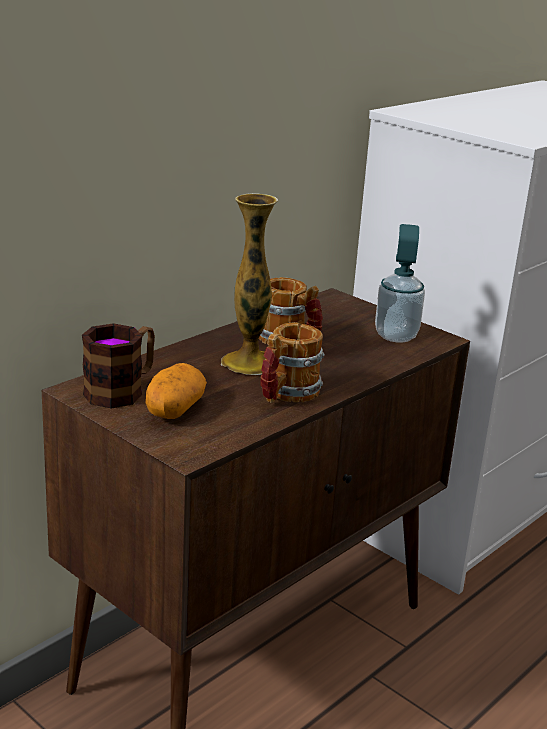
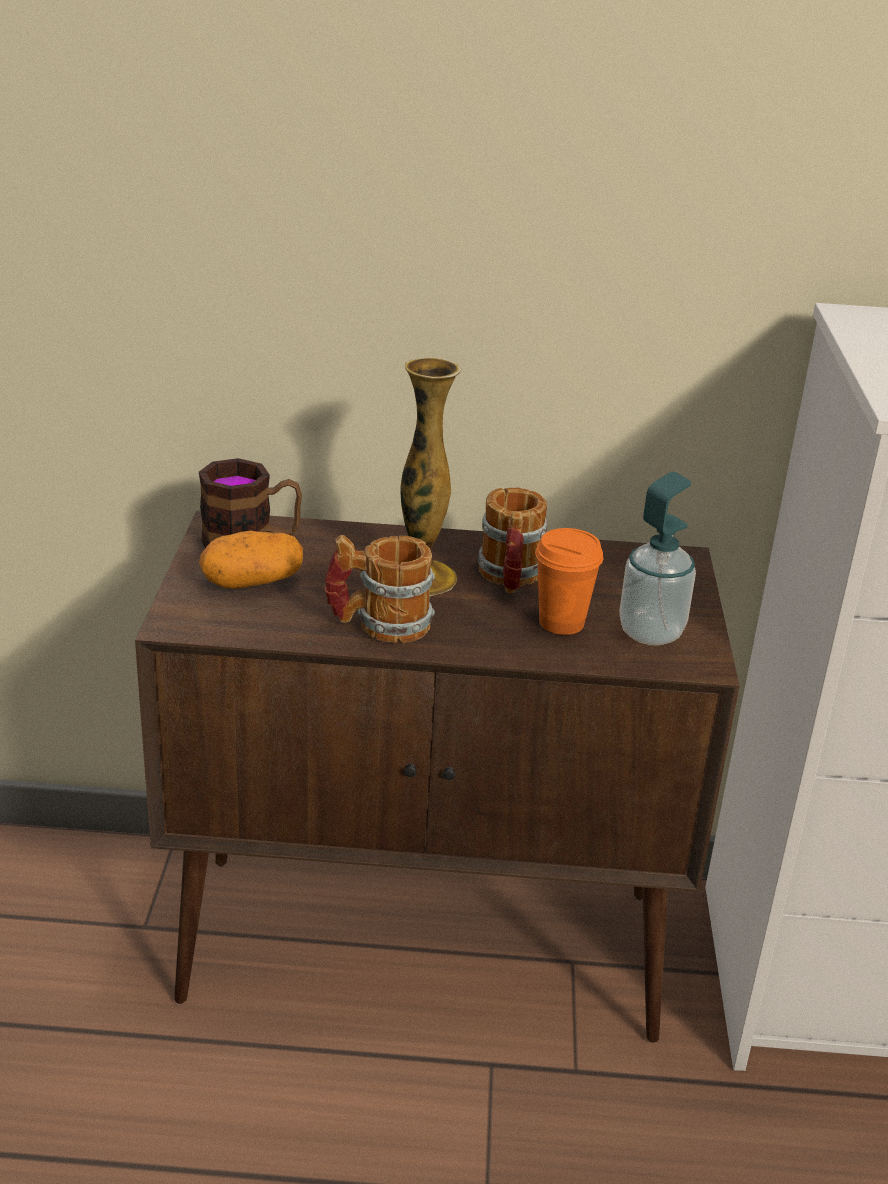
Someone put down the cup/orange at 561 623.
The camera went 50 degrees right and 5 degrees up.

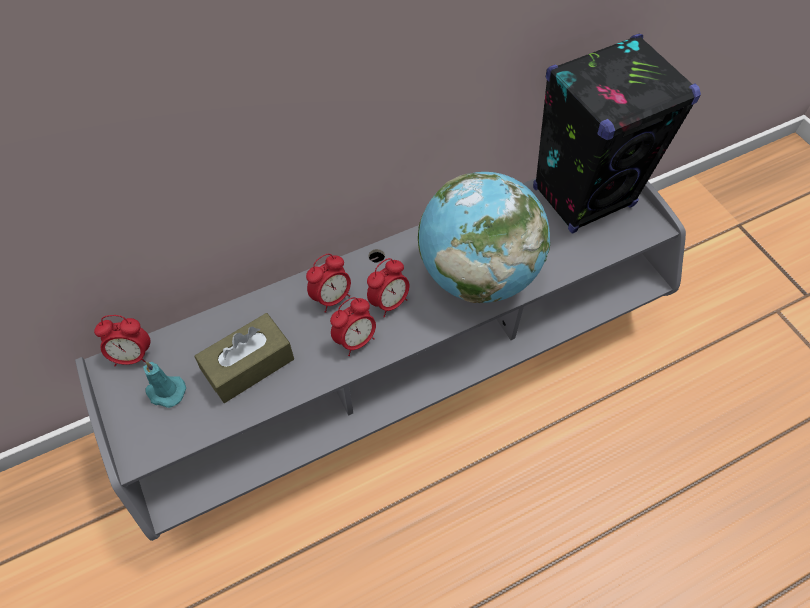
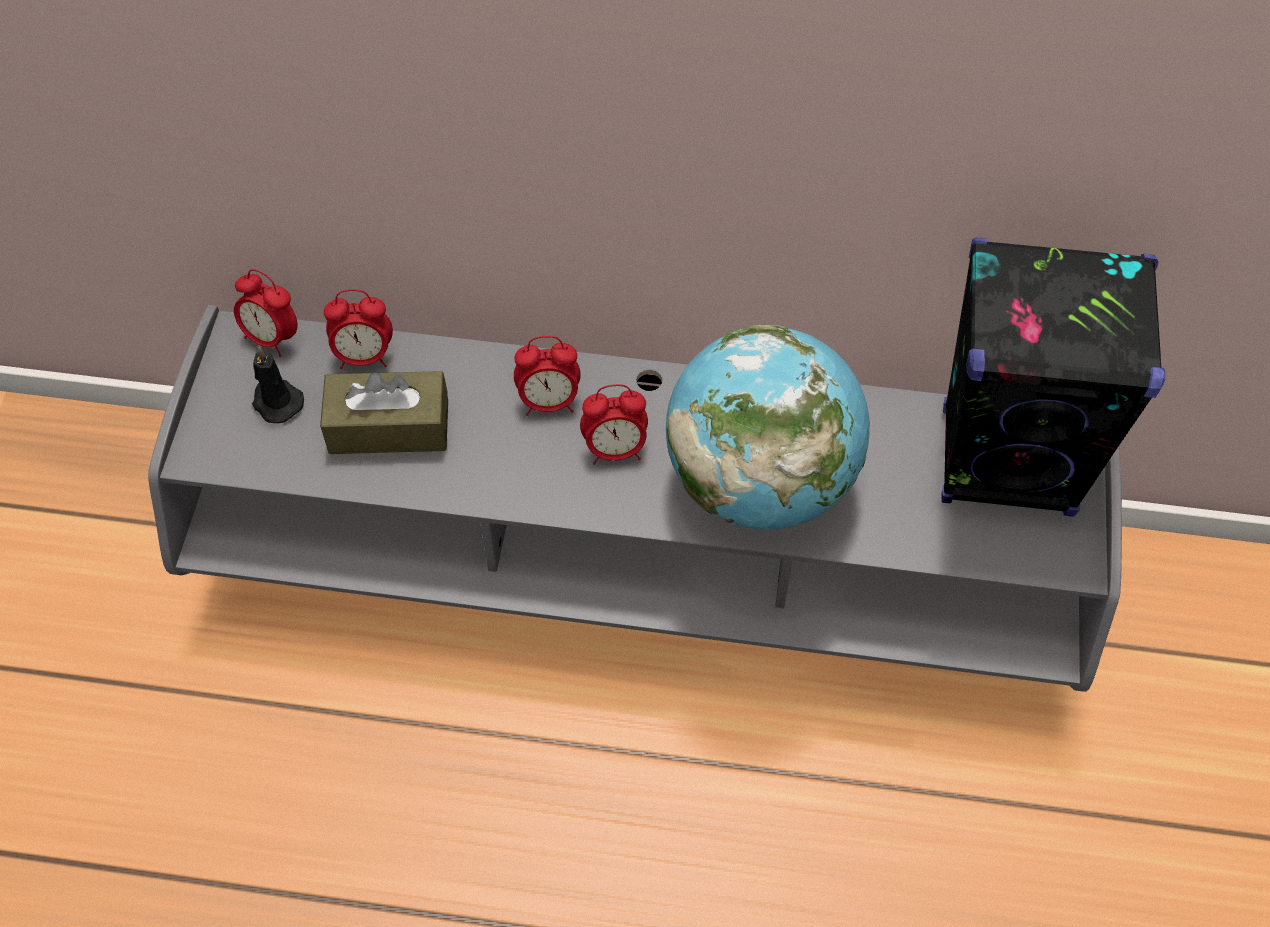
Someone carried the alarm clock from 355 340 to 364 356.
Someone repainted the candle/turquoise at 165 392, which became the candle/black at 276 401.
The camera went 35 degrees right and 0 degrees up.

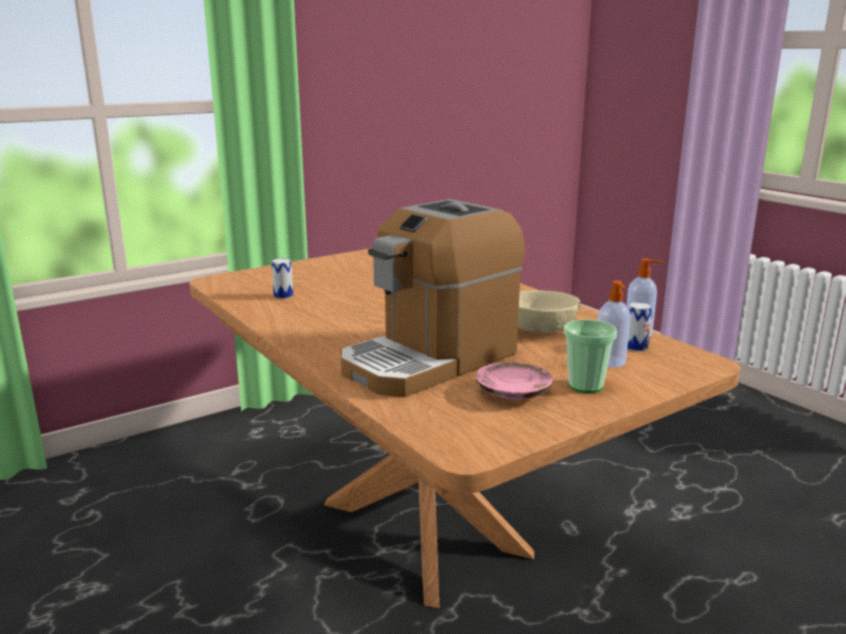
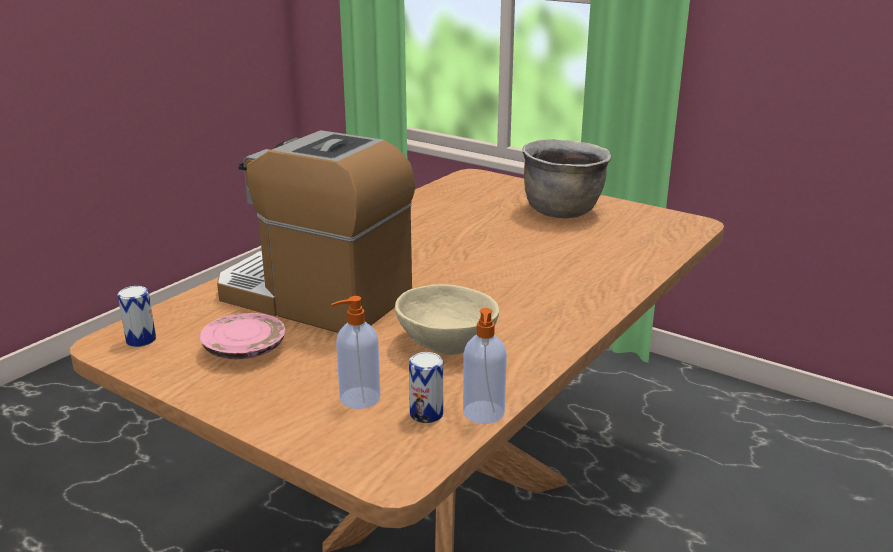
Someone carried the can from 283 295 to 141 340.
Someone took away the cup at 585 385.
Someone put down the cooking pot/brown at 562 211.
The camera went 70 degrees right and 5 degrees up.

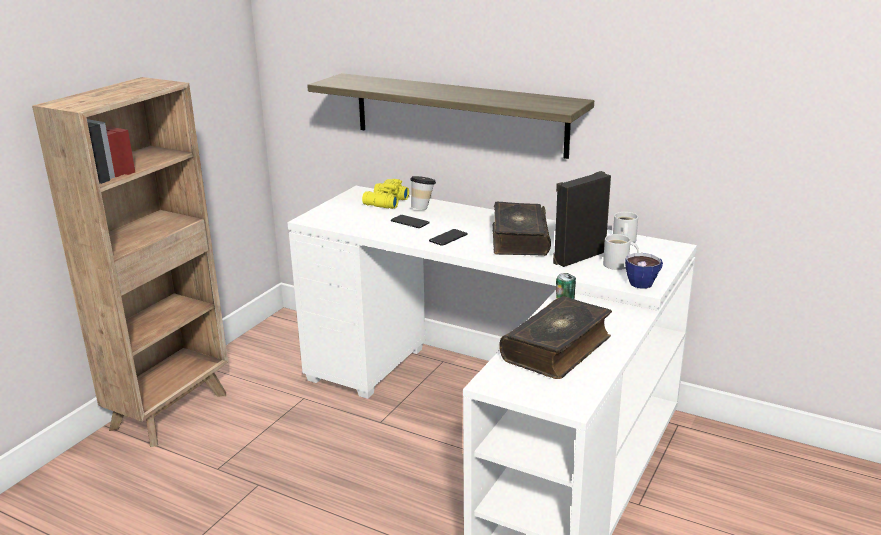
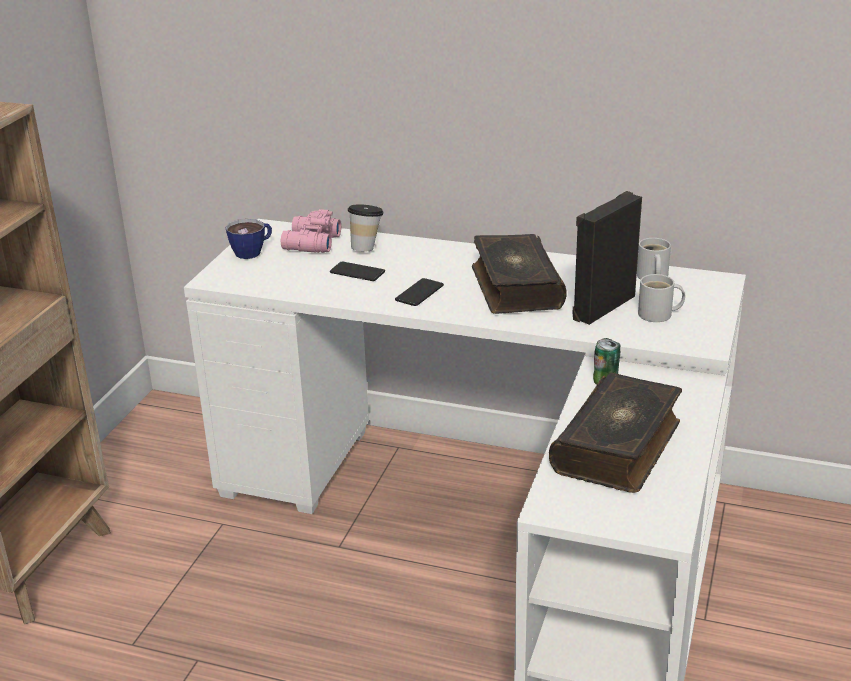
Someone took away the shelf at 458 114.
Someone repainted the binoculars/yellow at 384 202, which became the binoculars/pink at 310 243.
Someone carried the cup from 645 282 to 253 251.
The camera went 10 degrees left and 5 degrees up.

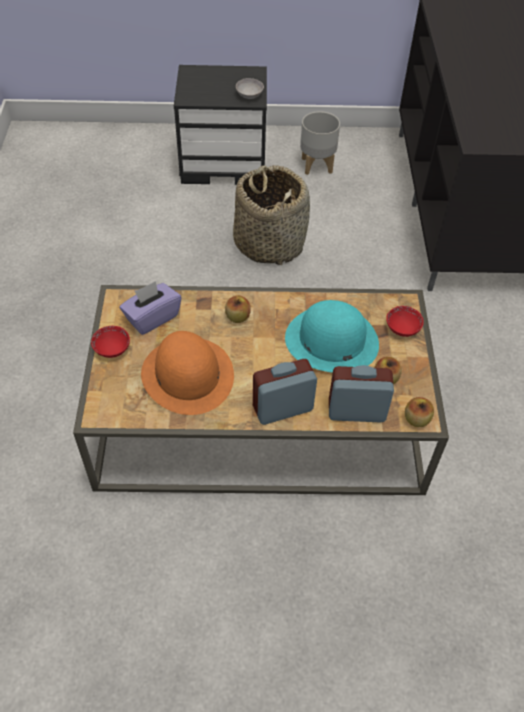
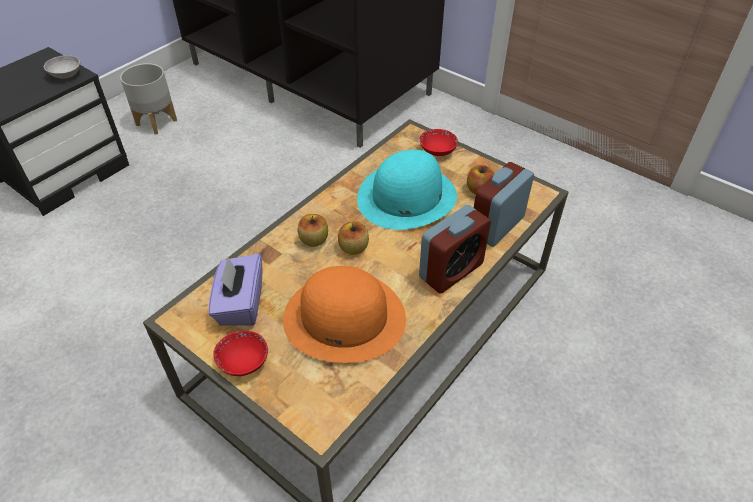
Someone took away the basket at 269 243.
Someone rotated the alarm clock at 282 408 by 150 degrees counterclockwise.
Someone carried the apple from 416 419 to 353 248.
The camera went 50 degrees left and 5 degrees down.

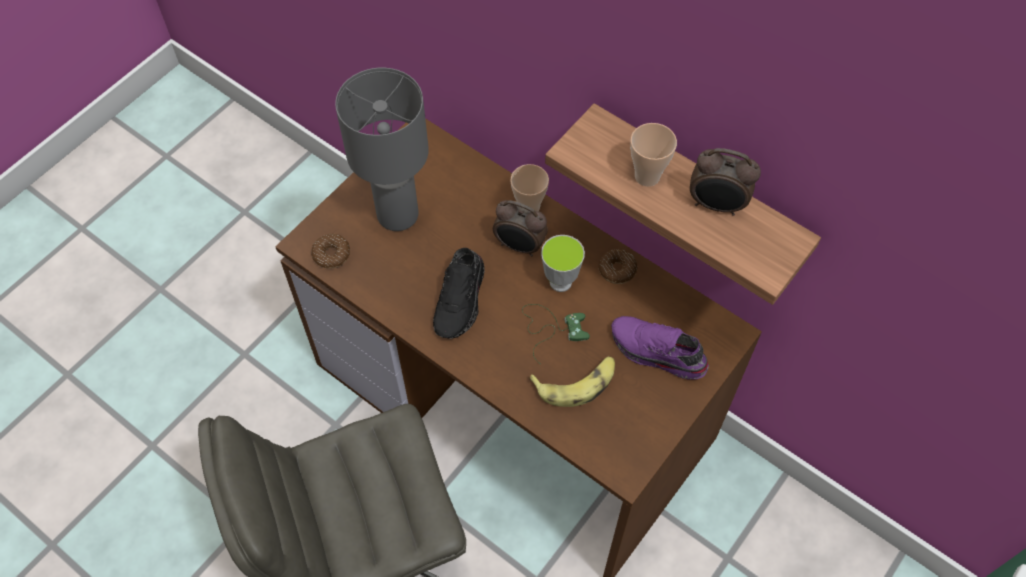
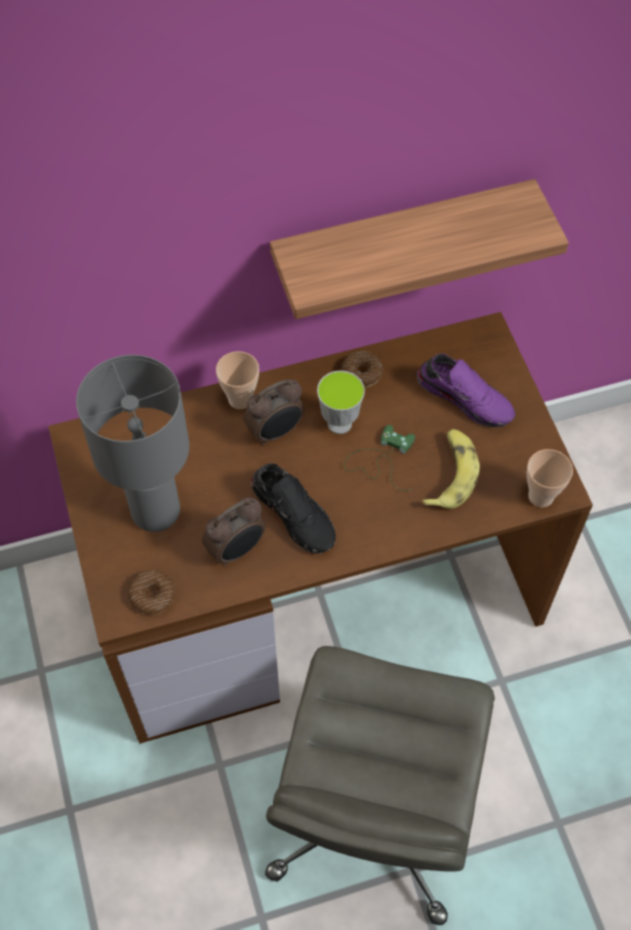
Someone carried the cup from 647 176 to 540 496.
Someone carried the alarm clock from 716 205 to 237 550.
Someone rotated the shoe/purple at 656 353 by 120 degrees counterclockwise.
The camera went 55 degrees left and 0 degrees up.

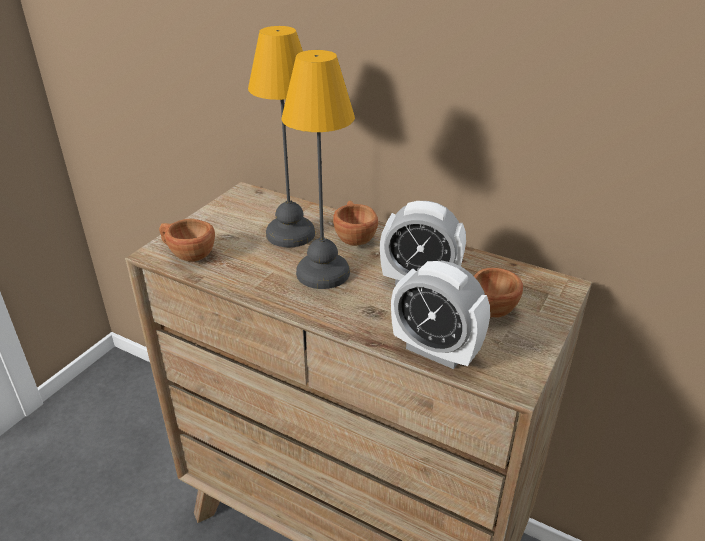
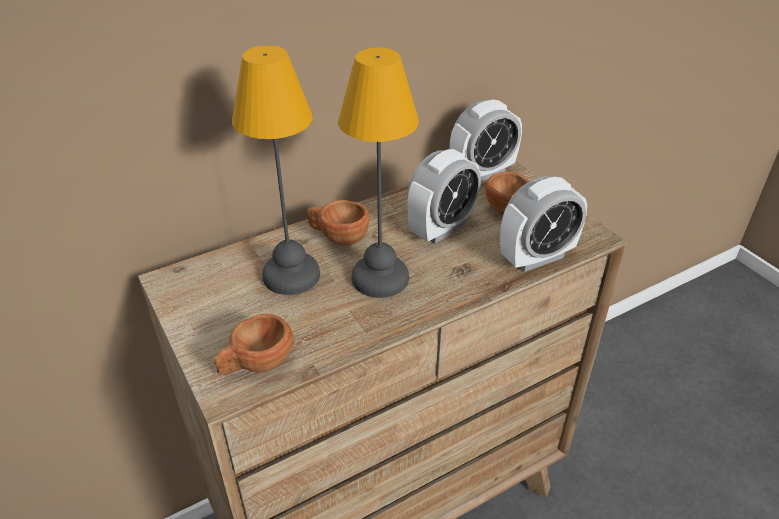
Someone put down the alarm clock at 482 173.
The camera went 60 degrees left and 5 degrees up.

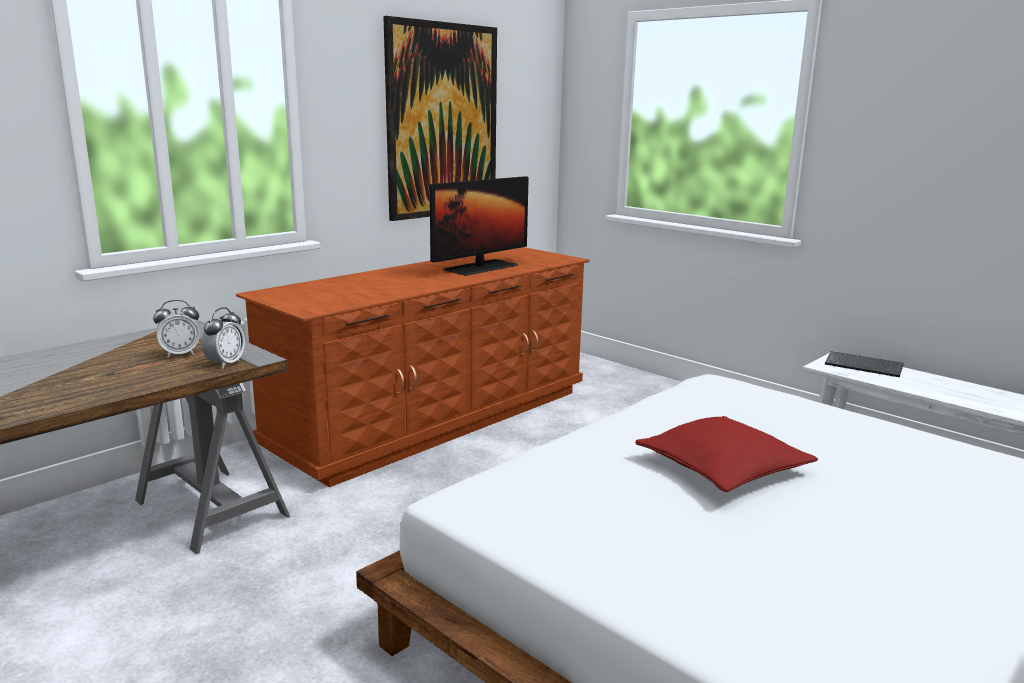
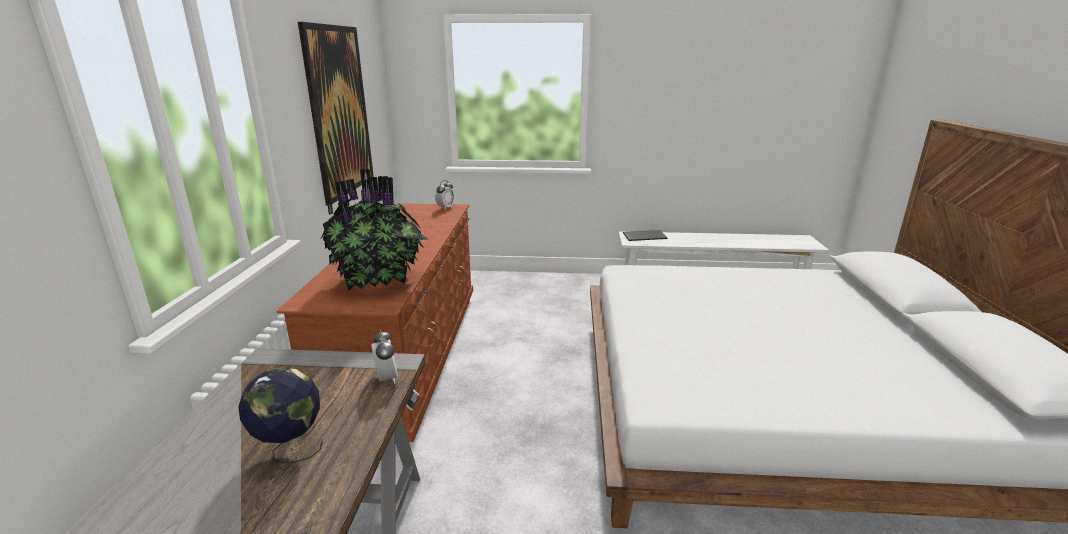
Someone took away the monitor at 481 267.
Someone carried the alarm clock from 180 354 to 445 207.
Someone took away the pillow/red at 722 468.
Someone put down the potted plant at 380 281.
Someone put down the globe at 290 450.
The camera went 40 degrees left and 5 degrees up.

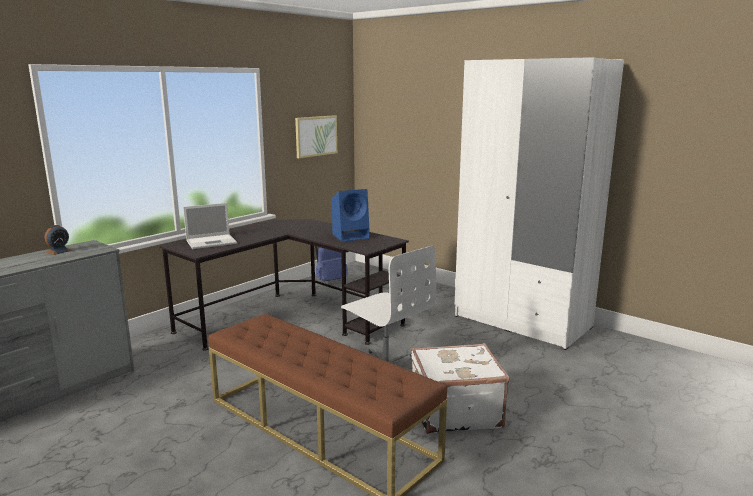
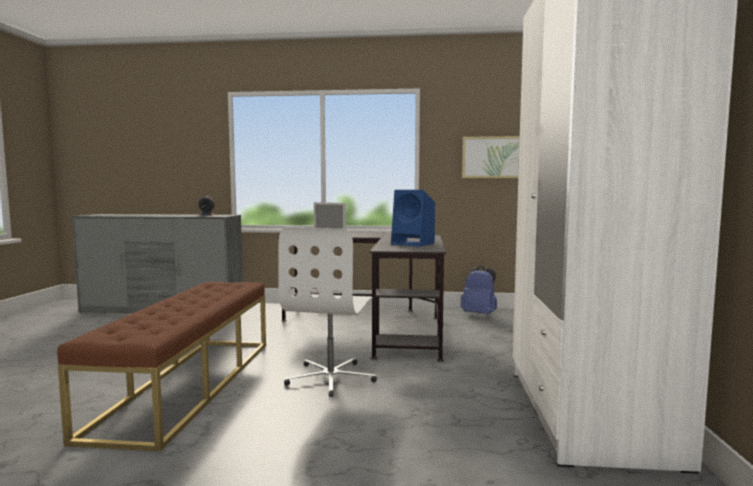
Someone took away the suitcase/white at 454 411.
The camera went 55 degrees right and 10 degrees down.

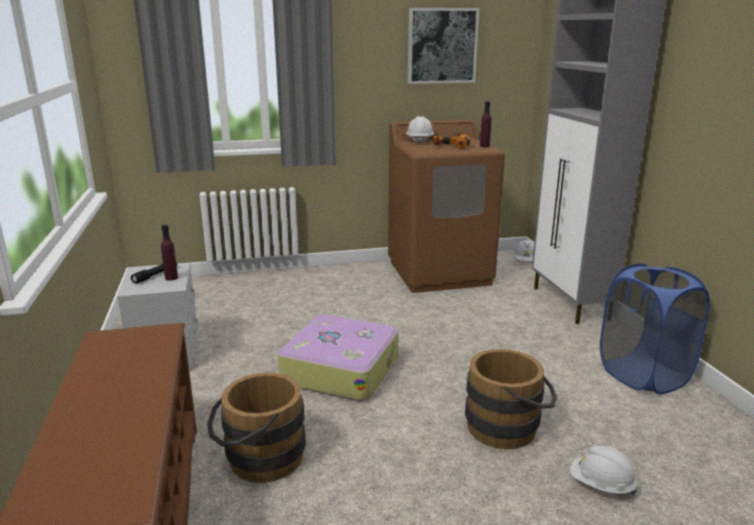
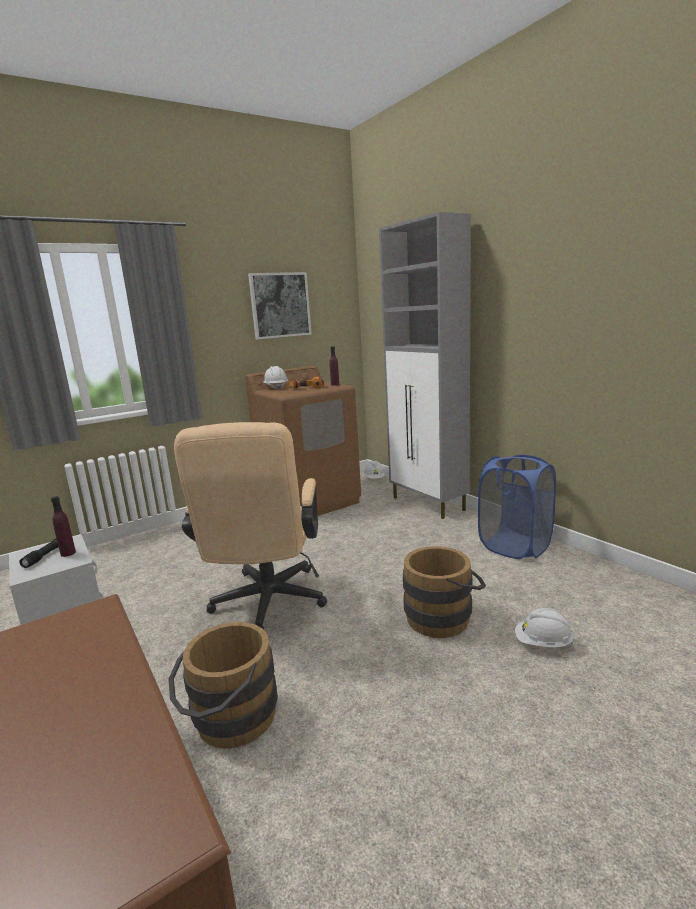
Someone swapped the suitcase at 340 369 for the office chair/beige at 267 606.
The camera went 20 degrees left and 5 degrees down.

